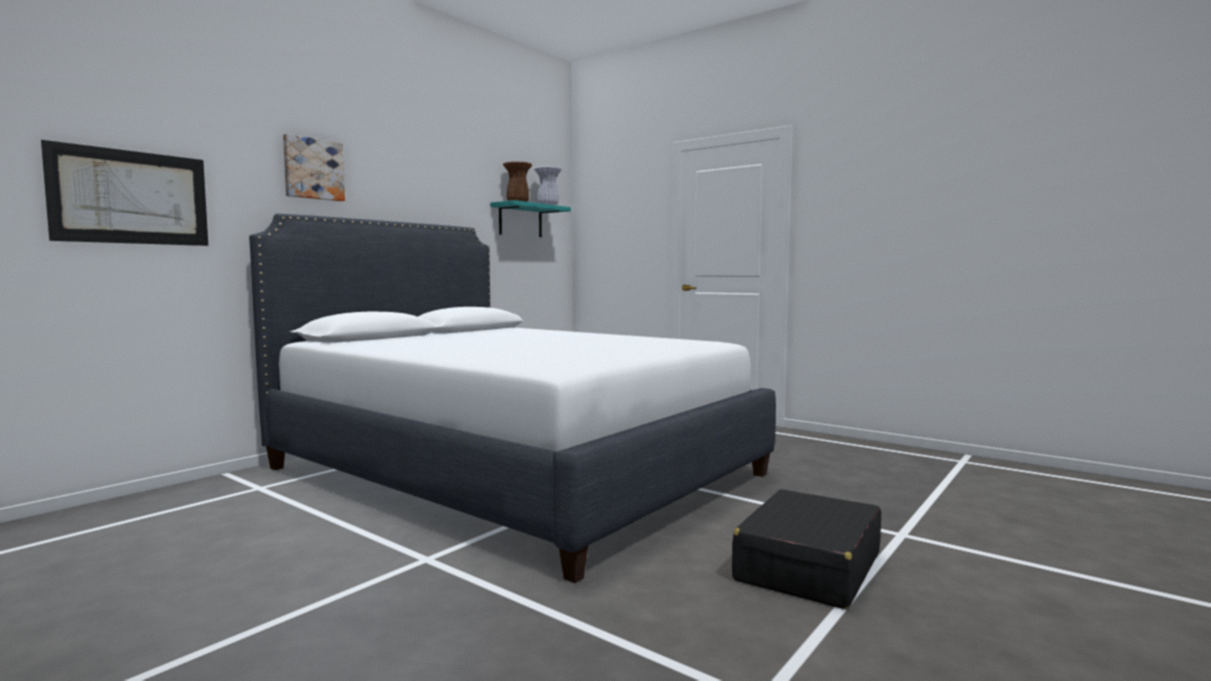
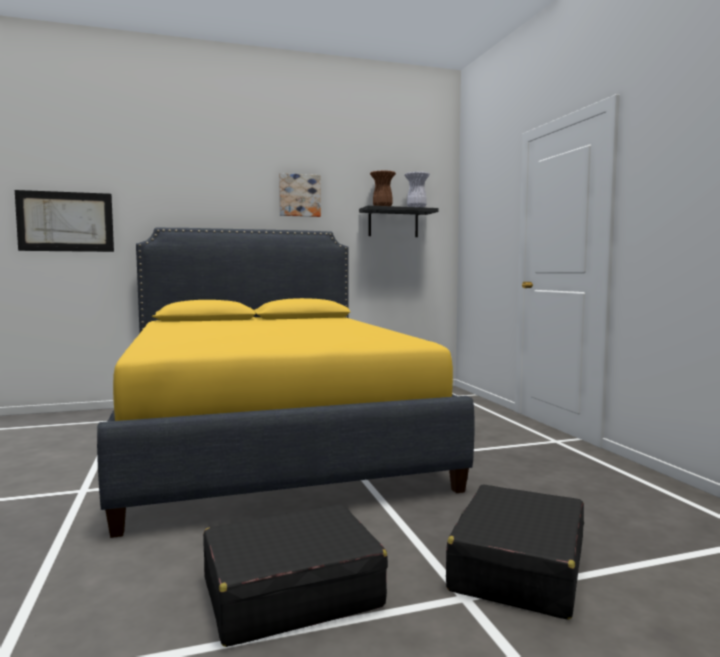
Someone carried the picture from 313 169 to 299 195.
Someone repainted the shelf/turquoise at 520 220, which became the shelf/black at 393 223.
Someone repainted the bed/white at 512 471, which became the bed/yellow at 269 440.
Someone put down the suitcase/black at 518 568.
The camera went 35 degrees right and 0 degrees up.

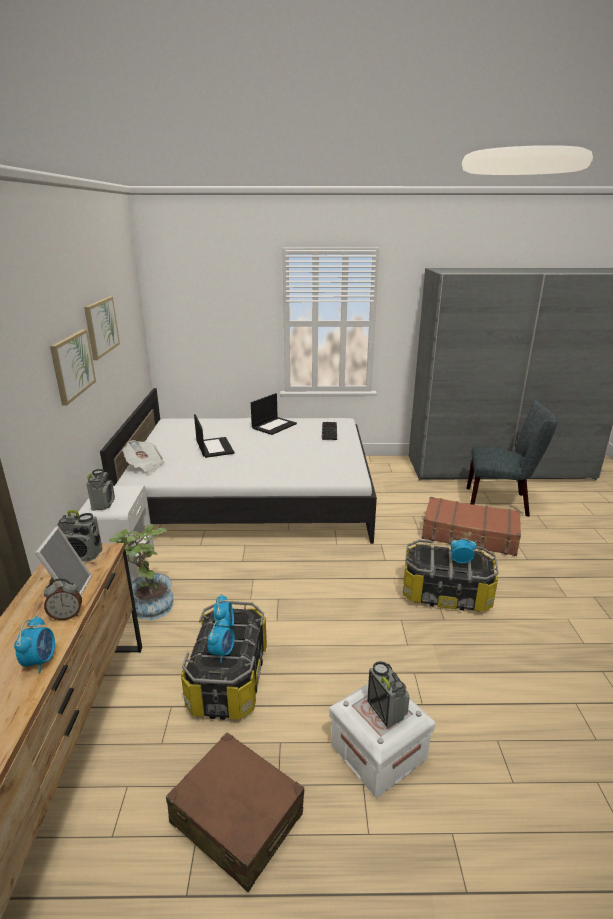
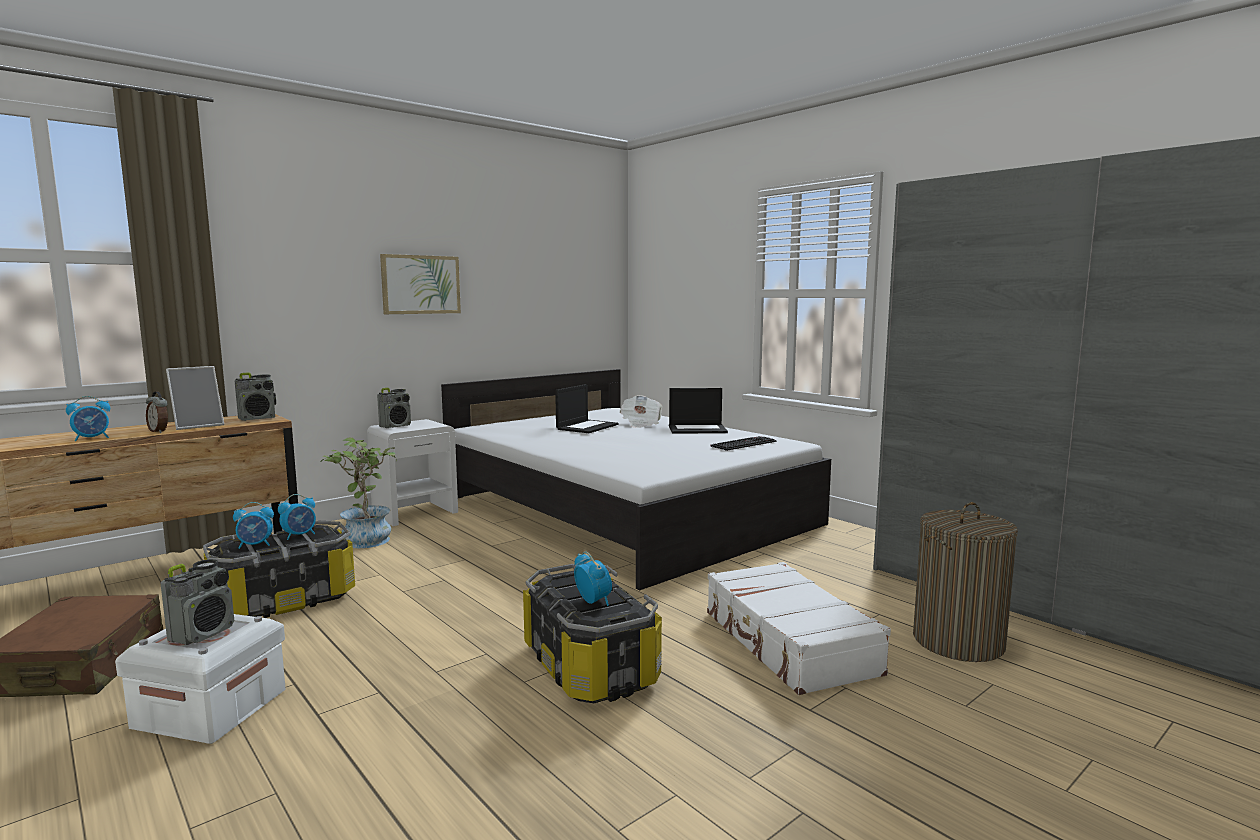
Someone took away the picture at 101 327.
Someone swapped the chair/grey at 501 502 for the laundry basket at 958 642.
Someone carried the newspaper from 145 466 to 641 424.
Someone repainted the suitcase/brown at 469 535, which became the suitcase/white at 788 643.
Someone rotated the radio at 83 555 by 90 degrees counterclockwise.
The camera went 50 degrees right and 15 degrees down.

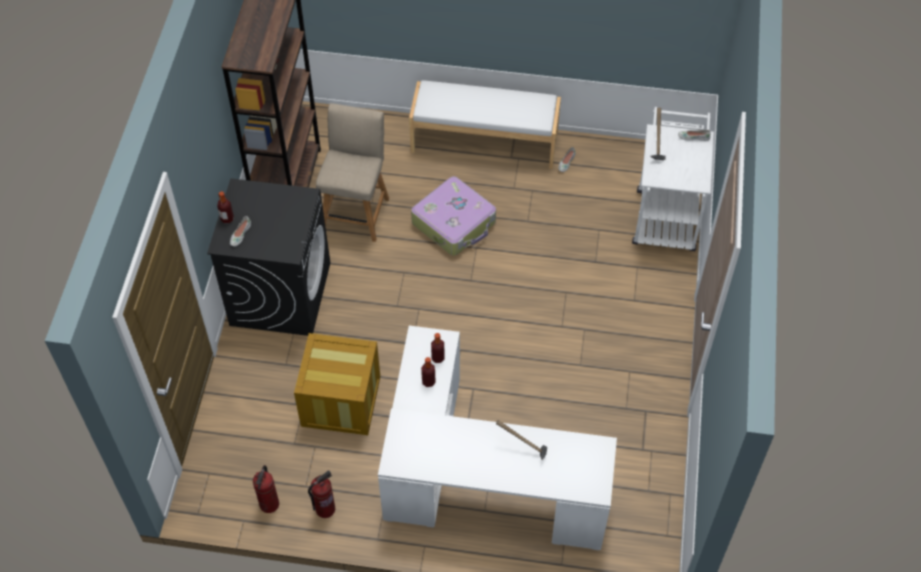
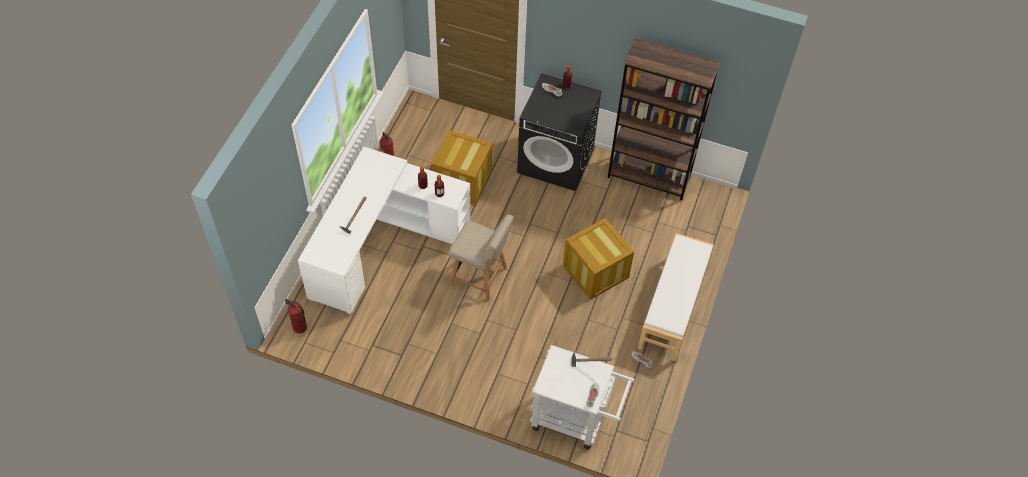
Someone carried the chair/beige from 356 211 to 481 277.
Someone swapped the suitcase at 455 223 for the crate at 595 271.
Someone carried the fire extinguisher from 269 504 to 299 328.
The camera went 100 degrees right and 0 degrees up.

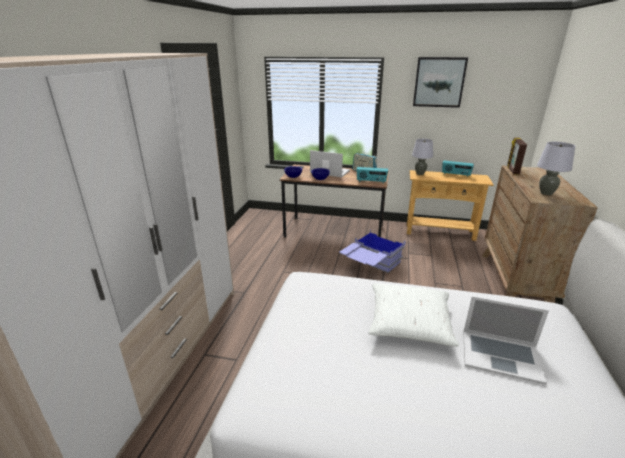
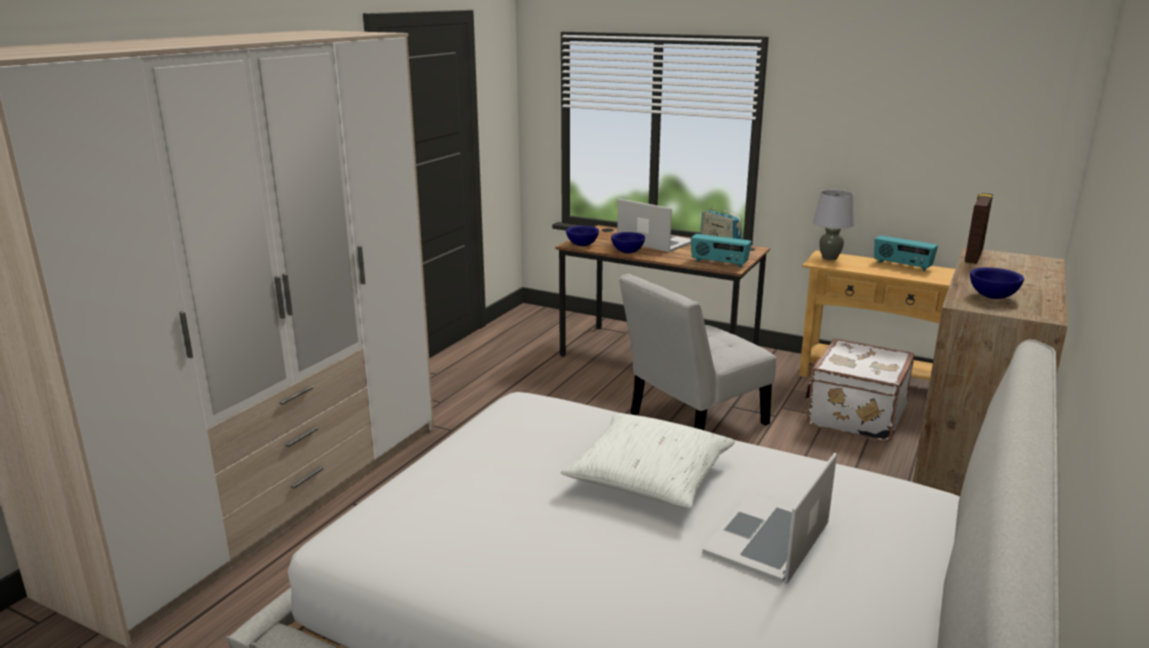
Someone took away the picture at 439 82.
Someone swapped the table lamp/grey at 546 193 for the bowl/blue at 992 296.
Someone swapped the storage box/blue at 370 267 for the chair/white at 692 421.
Someone rotated the laptop at 501 355 by 90 degrees clockwise.
Someone put down the suitcase/white at 854 416.
The camera went 15 degrees right and 5 degrees down.

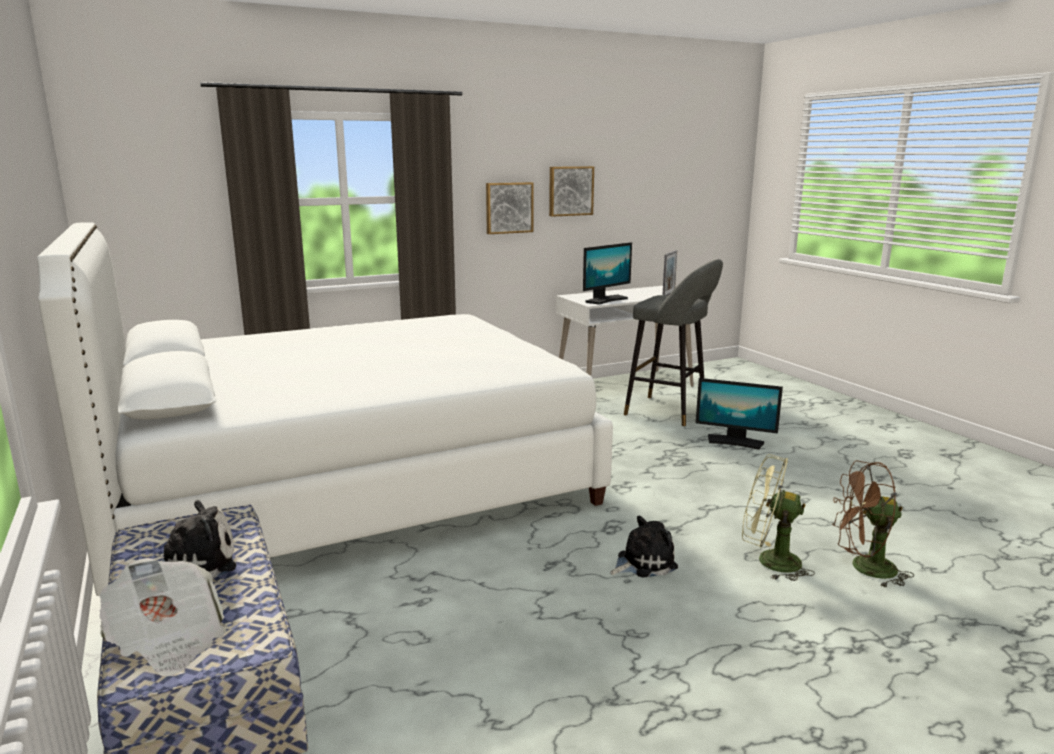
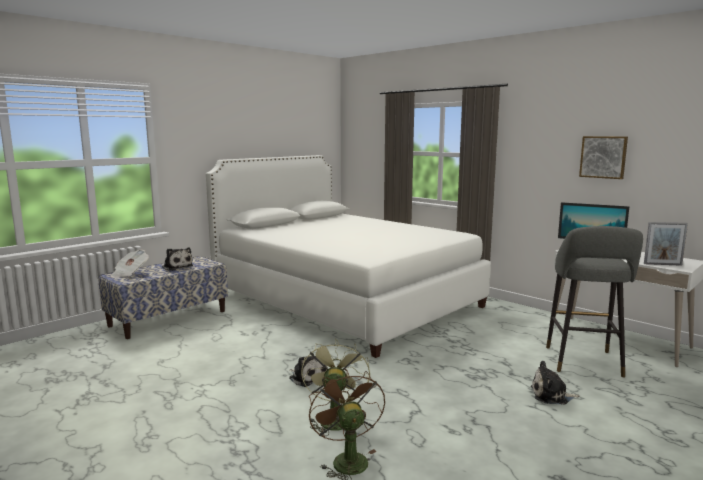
Someone took away the picture at 508 207.
Someone swapped the monitor at 735 442 for the plush toy at 551 395.
The camera went 70 degrees right and 5 degrees down.

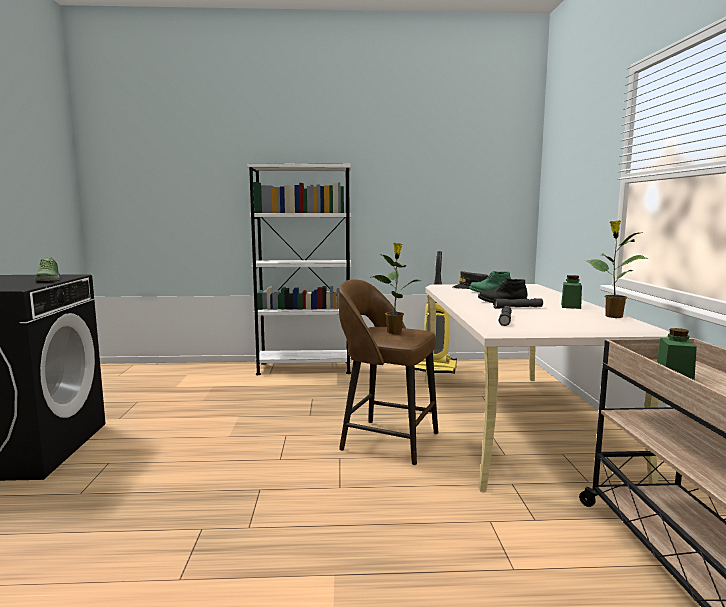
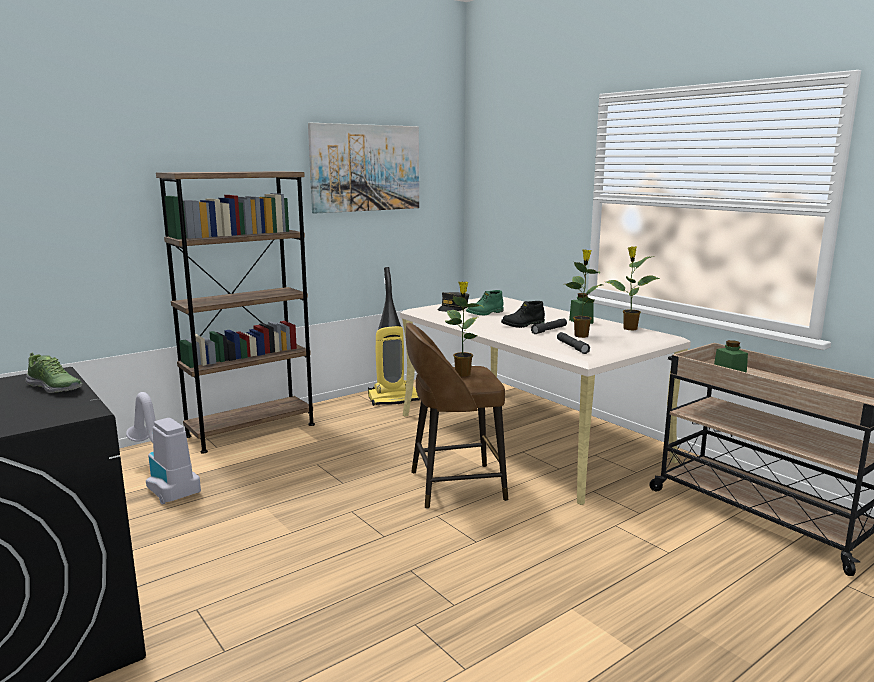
Someone repainted the bookcase/white at 304 368, which became the bookcase/brown at 251 430.
Someone put up the picture at 365 168.
Someone put down the potted plant at 581 335.
Someone put down the vacuum cleaner at 164 484.
The camera went 35 degrees left and 5 degrees up.

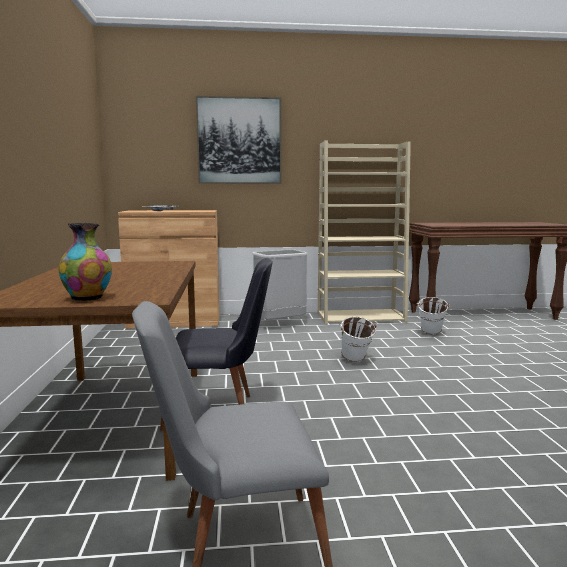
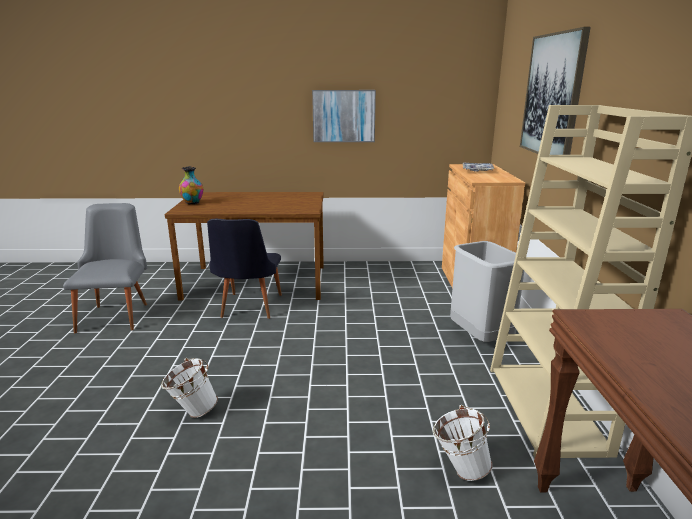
Someone carried the bucket/white from 355 361 to 192 411.
Someone put up the picture at 344 116.
The camera went 95 degrees right and 10 degrees up.

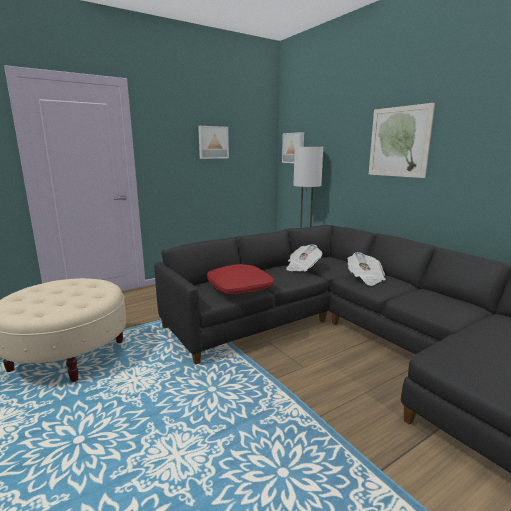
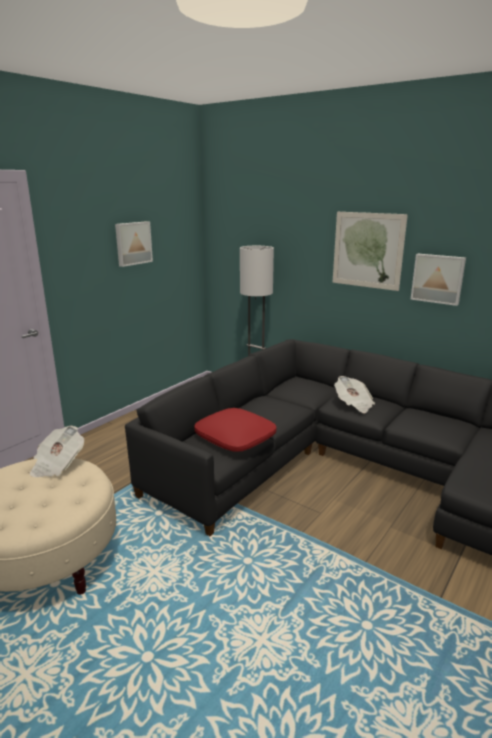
Someone carried the picture from 294 148 to 438 278.
Someone carried the newspaper from 302 267 to 57 465.
The camera went 20 degrees left and 5 degrees up.

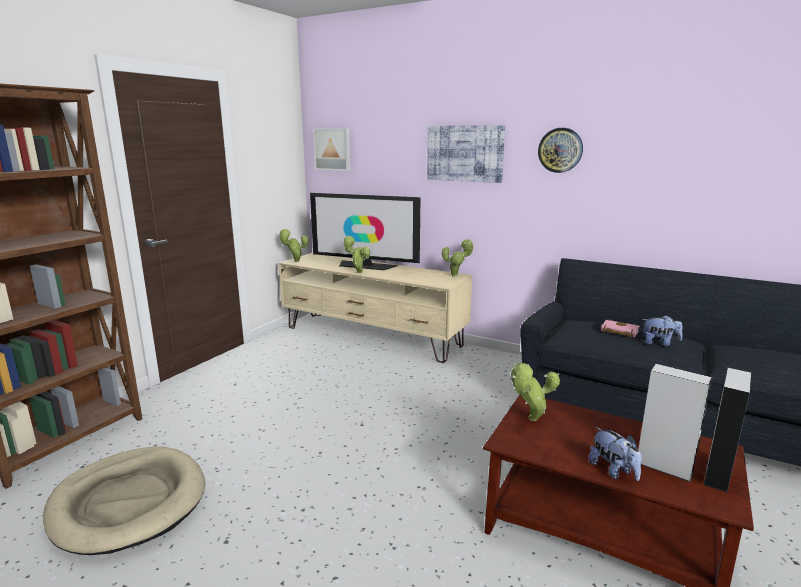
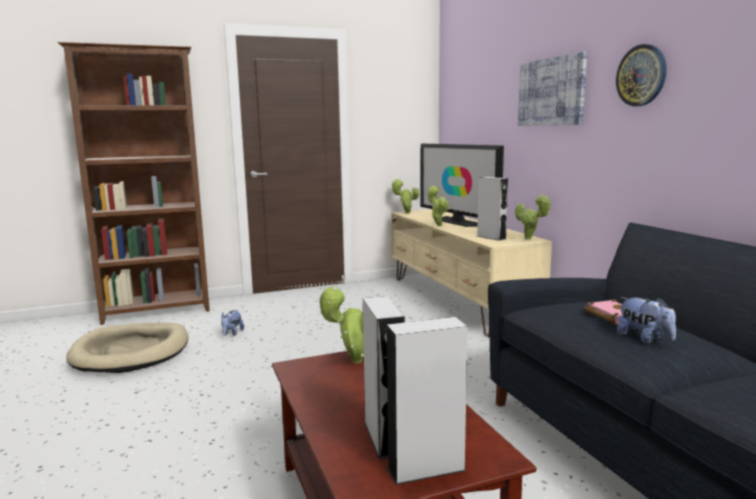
Someone took away the picture at 333 149.
Someone carried the plush toy from 613 471 to 232 333.
Someone put down the speaker/grey at 491 237.
The camera went 40 degrees right and 5 degrees down.

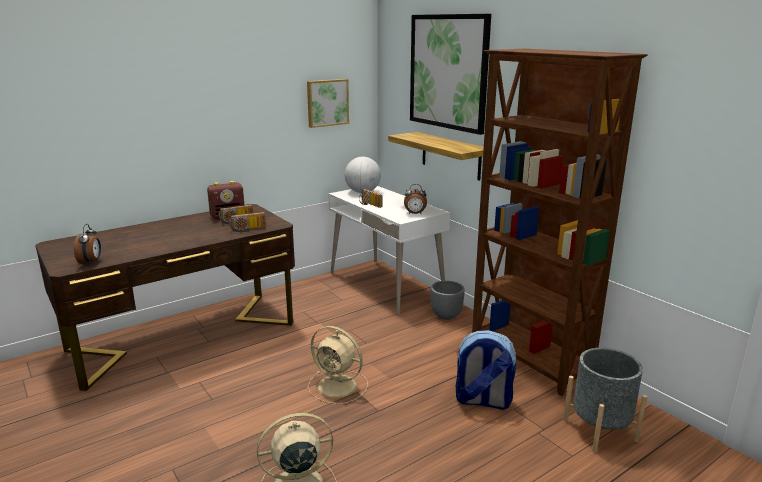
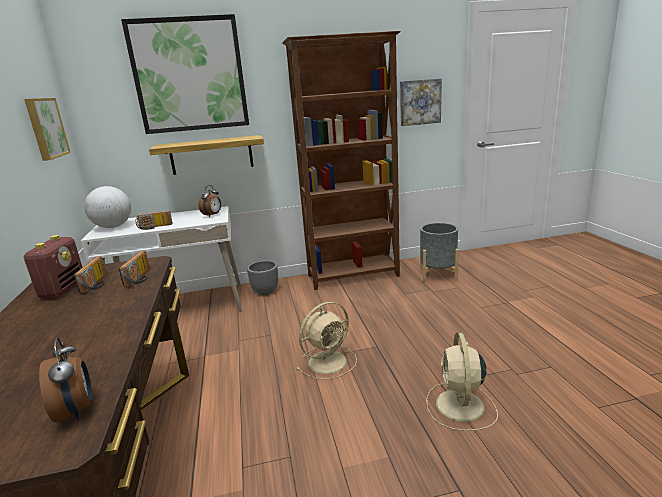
Someone rotated the alarm clock at 91 262 by 45 degrees clockwise.
Someone took away the backpack at 482 401.
Someone put up the picture at 419 102.
The camera went 65 degrees left and 0 degrees up.

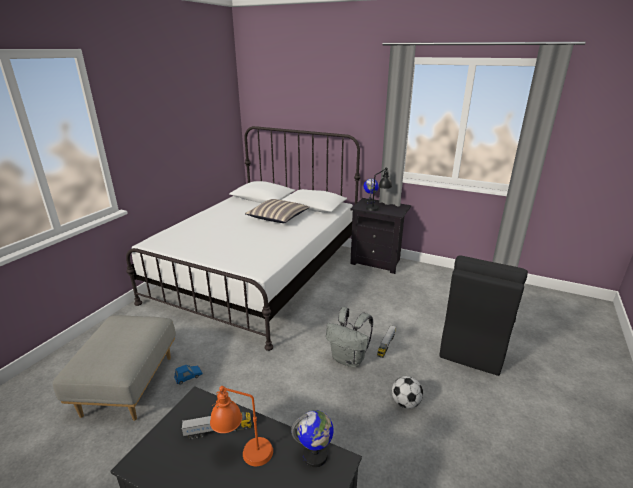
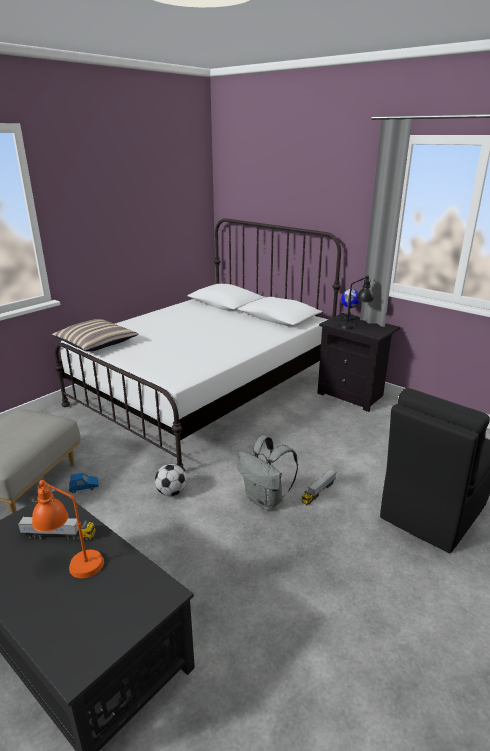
Someone carried the pillow from 278 217 to 96 343.
Someone carried the football from 405 403 to 171 492.
Someone took away the globe at 315 456.
The camera went 15 degrees right and 0 degrees up.

